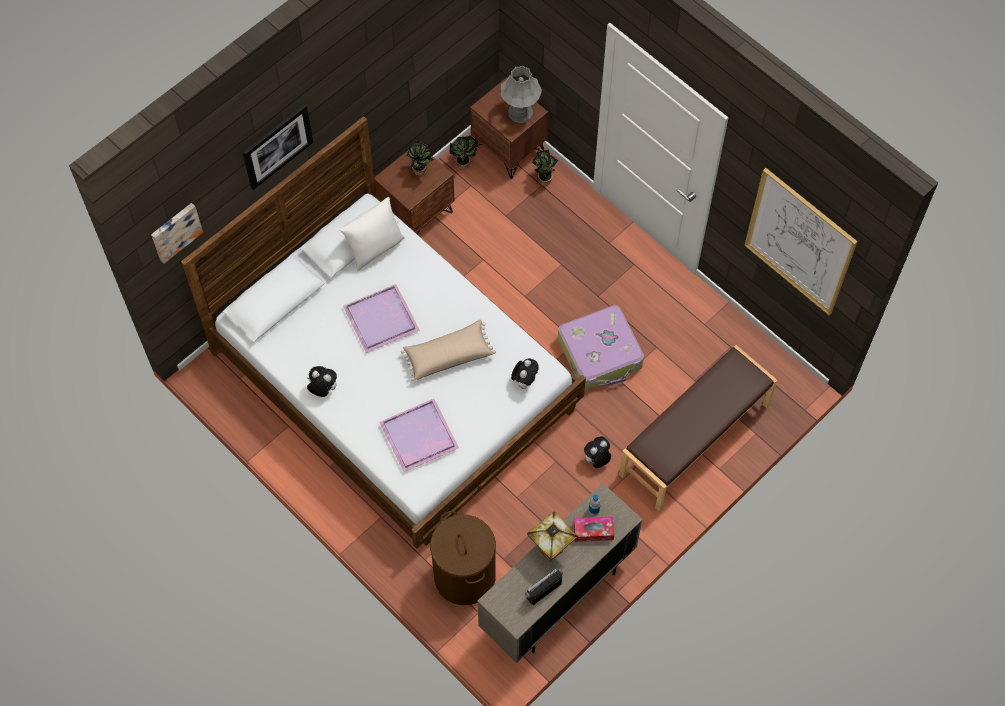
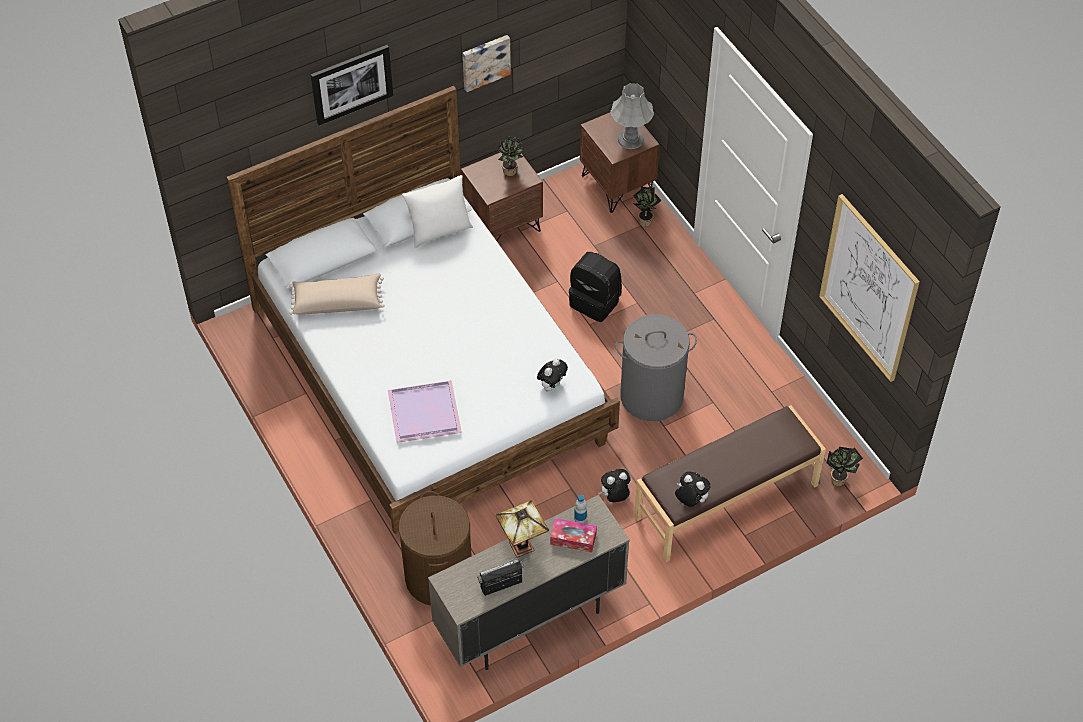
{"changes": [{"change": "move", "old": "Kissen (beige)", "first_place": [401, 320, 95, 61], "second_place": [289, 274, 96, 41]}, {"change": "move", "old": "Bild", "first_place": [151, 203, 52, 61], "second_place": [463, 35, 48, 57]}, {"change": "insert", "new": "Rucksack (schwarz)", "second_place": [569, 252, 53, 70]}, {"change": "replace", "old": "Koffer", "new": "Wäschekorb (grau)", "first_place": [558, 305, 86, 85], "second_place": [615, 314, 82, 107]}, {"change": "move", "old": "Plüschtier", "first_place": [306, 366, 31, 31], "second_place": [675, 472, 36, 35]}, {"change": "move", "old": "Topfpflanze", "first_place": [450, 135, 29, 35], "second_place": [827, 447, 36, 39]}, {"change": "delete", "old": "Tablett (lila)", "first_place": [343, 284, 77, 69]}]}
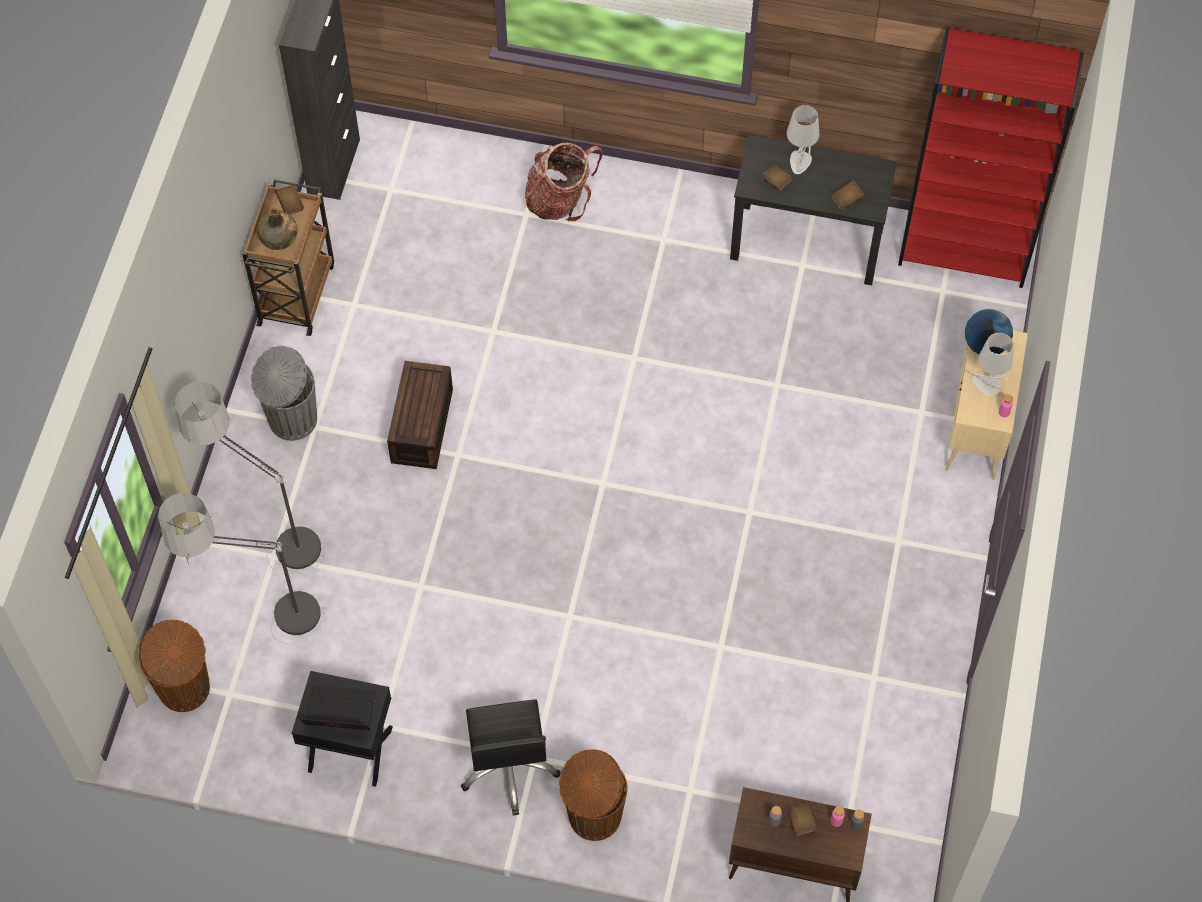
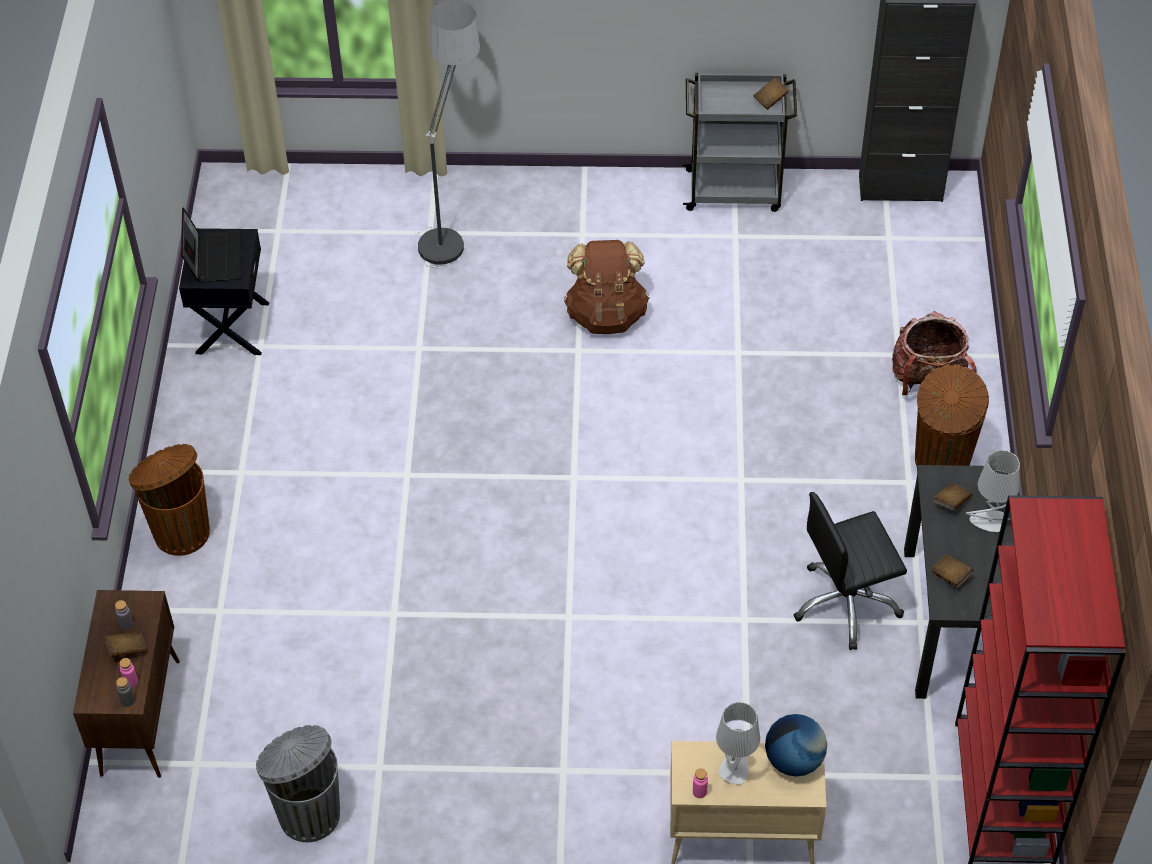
{"changes": [{"change": "move", "old": "Mülleimer (grau)", "first_place": [251, 346, 66, 95], "second_place": [256, 725, 84, 117]}, {"change": "replace", "old": "Aufbewahrungsbox (braun)", "new": "Rucksack (braun)", "first_place": [387, 361, 66, 108], "second_place": [564, 240, 85, 94]}, {"change": "recolor", "old": "Rollwagen (braun)", "new": "Rollwagen (grau)", "first_place": [242, 179, 92, 157], "second_place": [683, 73, 114, 139]}, {"change": "move", "old": "Bürostuhl (schwarz)", "first_place": [461, 699, 100, 116], "second_place": [793, 492, 114, 158]}, {"change": "move", "old": "Mülleimer (braun)", "first_place": [139, 620, 71, 92], "second_place": [915, 365, 74, 101]}, {"change": "delete", "old": "Stehlampe", "first_place": [158, 493, 167, 152]}, {"change": "delete", "old": "Flasche (grün)", "first_place": [257, 208, 41, 42]}]}
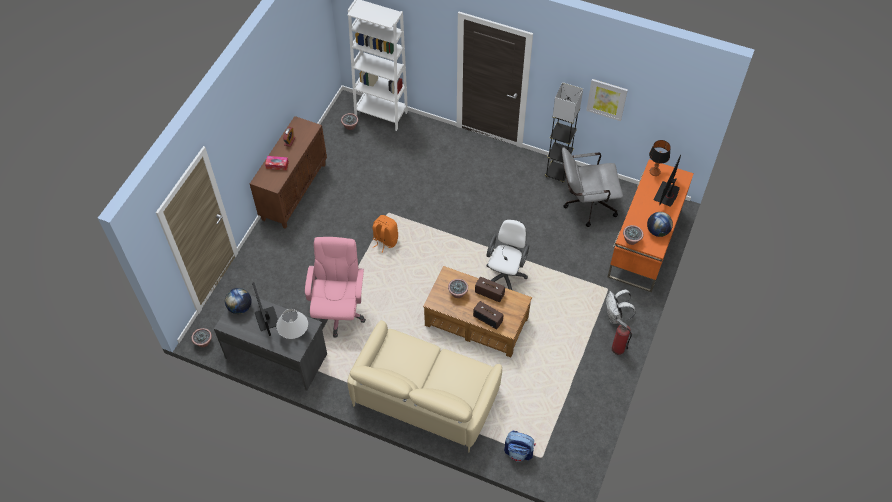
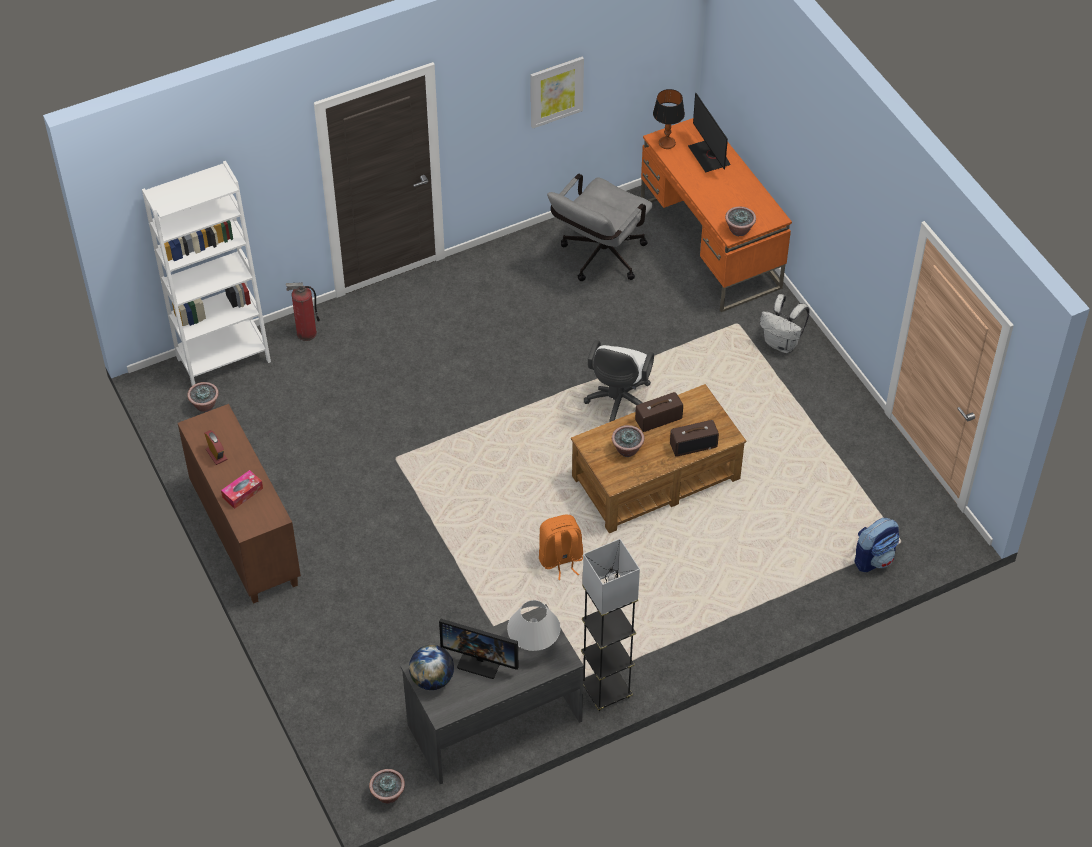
{"changes": [{"change": "move", "old": "Feuerlöscher", "first_place": [611, 318, 21, 37], "second_place": [286, 283, 34, 58]}, {"change": "move", "old": "Rucksack (orange)", "first_place": [372, 215, 26, 38], "second_place": [539, 515, 44, 65]}, {"change": "move", "old": "Stehlampe (grau)", "first_place": [545, 82, 38, 101], "second_place": [581, 539, 59, 172]}, {"change": "rotate", "old": "Bürostuhl (weiß)", "first_place": [487, 219, 42, 71], "second_place": [584, 340, 70, 82], "degrees": -135}, {"change": "delete", "old": "Bürostuhl (rosa)", "first_place": [305, 237, 61, 101]}, {"change": "delete", "old": "Sofa (beige)", "first_place": [347, 320, 155, 133]}, {"change": "delete", "old": "Globus", "first_place": [647, 212, 26, 25]}]}
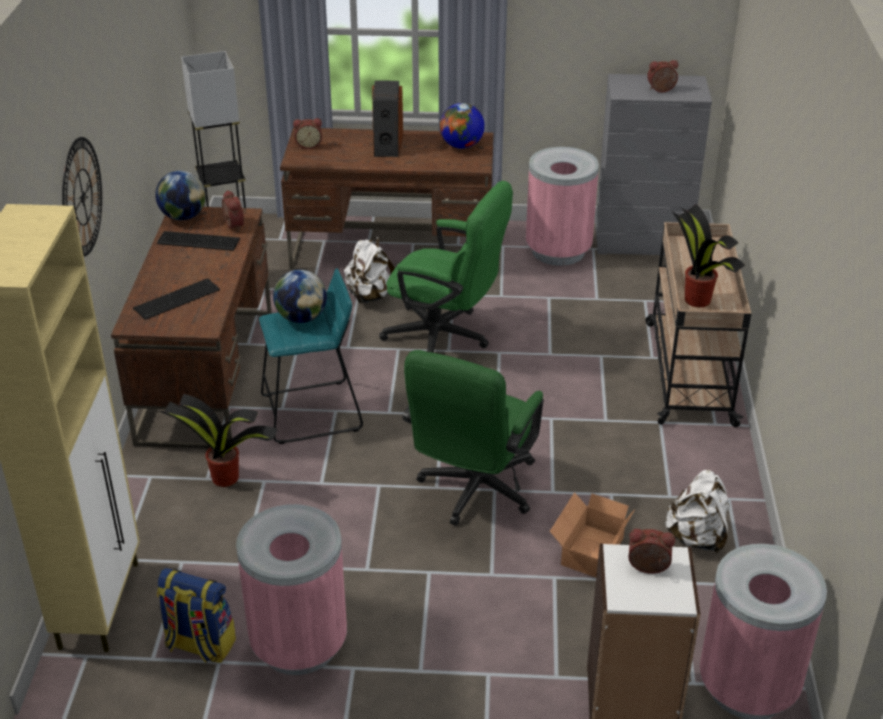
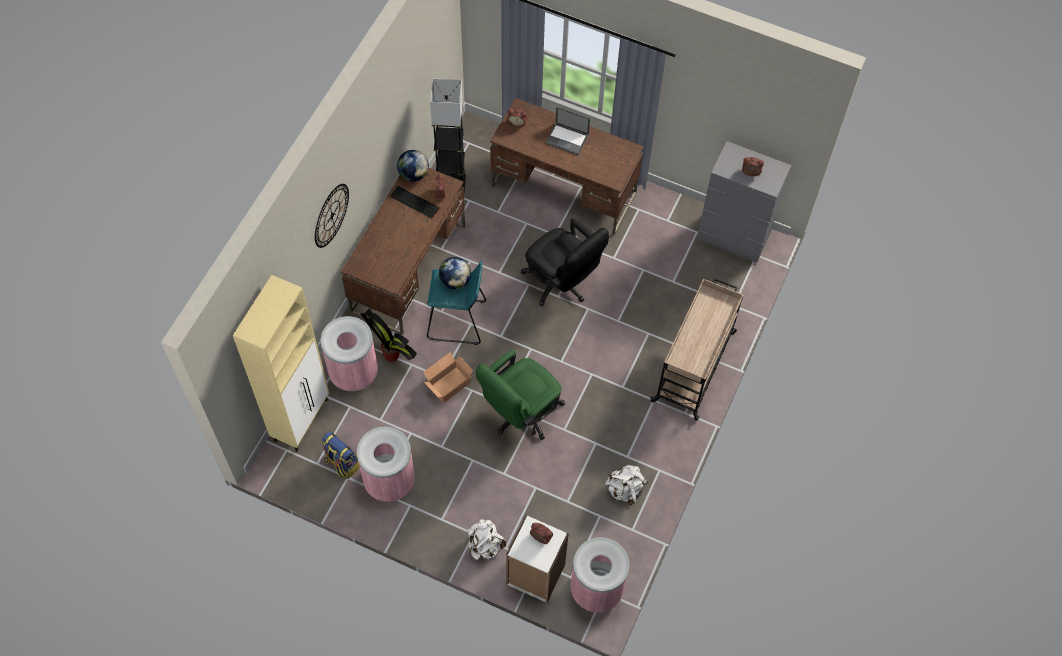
{"changes": [{"change": "move", "old": "Mülleimer (rosa)", "first_place": [526, 147, 73, 119], "second_place": [321, 316, 57, 75]}, {"change": "move", "old": "Karton", "first_place": [550, 492, 84, 85], "second_place": [423, 352, 50, 51]}, {"change": "move", "old": "Rucksack (weiß)", "first_place": [344, 237, 51, 66], "second_place": [468, 519, 38, 41]}, {"change": "recolor", "old": "Bürostuhl (grün)", "new": "Bürostuhl (schwarz)", "first_place": [379, 181, 134, 172], "second_place": [521, 218, 88, 88]}, {"change": "replace", "old": "Lautsprecher", "new": "Laptop", "first_place": [372, 80, 31, 77], "second_place": [545, 107, 45, 48]}, {"change": "delete", "old": "Tastatur", "first_place": [133, 279, 87, 41]}, {"change": "delete", "old": "Globus", "first_place": [439, 103, 46, 46]}, {"change": "delete", "old": "Topfpflanze", "first_place": [672, 204, 73, 103]}]}
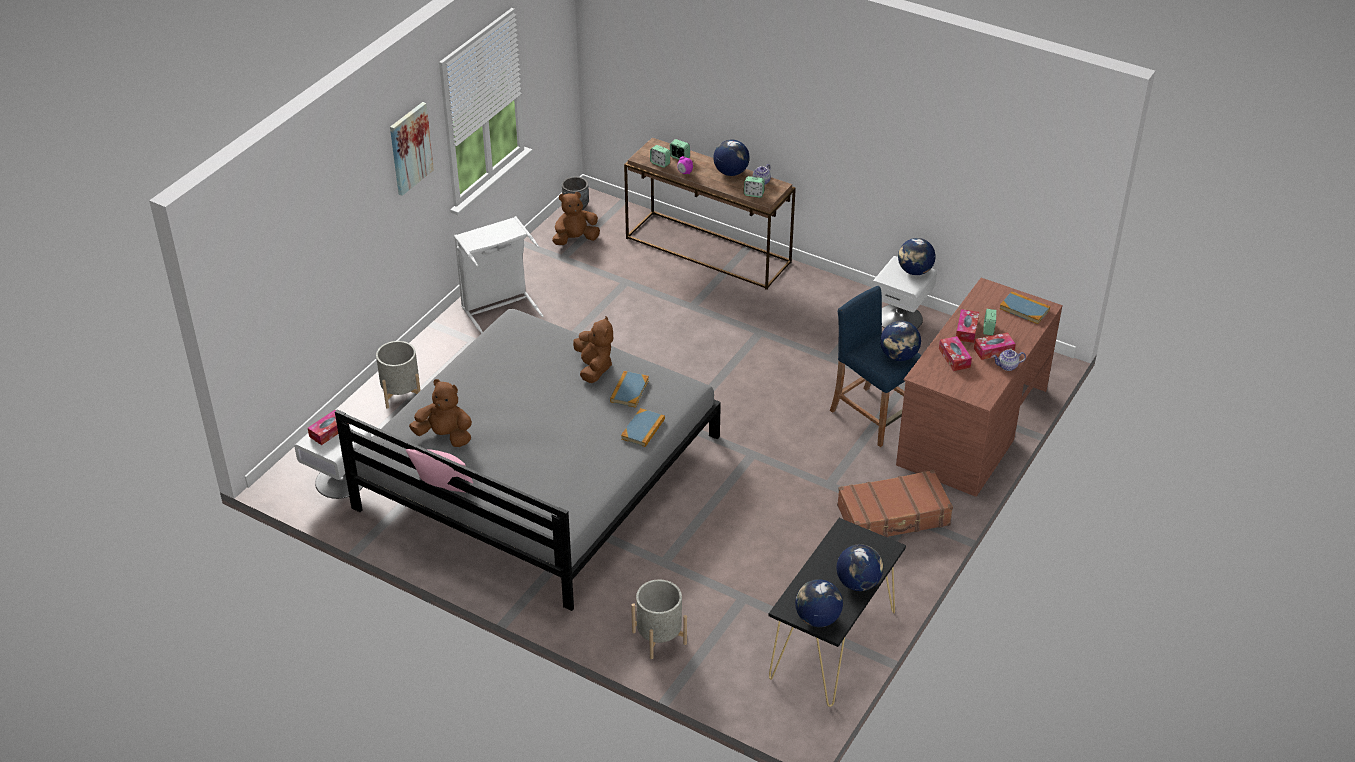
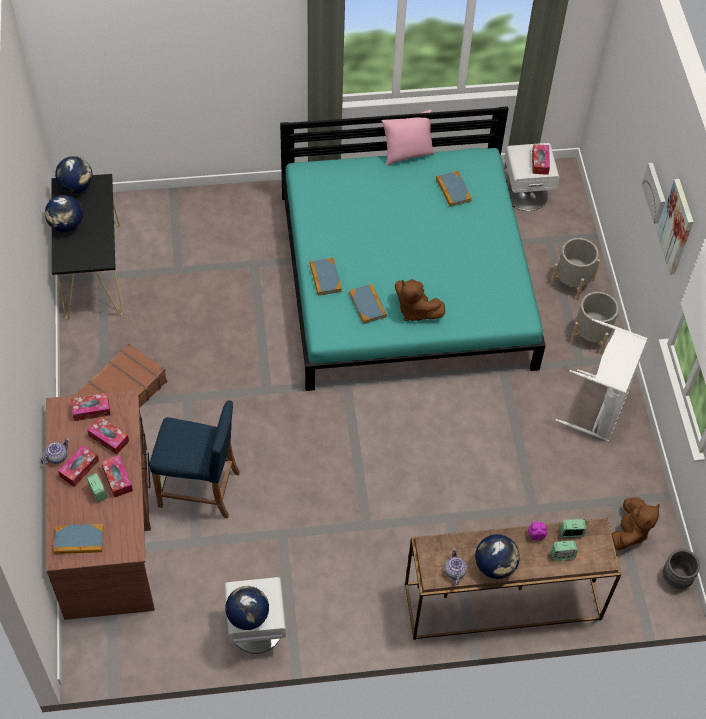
{"changes": [{"change": "insert", "new": "Taschentuchbox", "second_place": [71, 393, 39, 28]}, {"change": "recolor", "old": "Bett (grau)", "new": "Bett (türkis)", "first_place": [335, 309, 386, 302], "second_place": [280, 106, 266, 285]}, {"change": "replace", "old": "Plüschtier (braun)", "new": "Buch", "first_place": [409, 379, 63, 68], "second_place": [436, 171, 36, 36]}, {"change": "move", "old": "Pflanzkübel (grau)", "first_place": [631, 579, 56, 80], "second_place": [570, 292, 49, 62]}, {"change": "insert", "new": "Bild", "second_place": [642, 163, 24, 61]}, {"change": "delete", "old": "Wecker", "first_place": [744, 176, 21, 22]}, {"change": "delete", "old": "Globus", "first_place": [880, 321, 41, 40]}]}
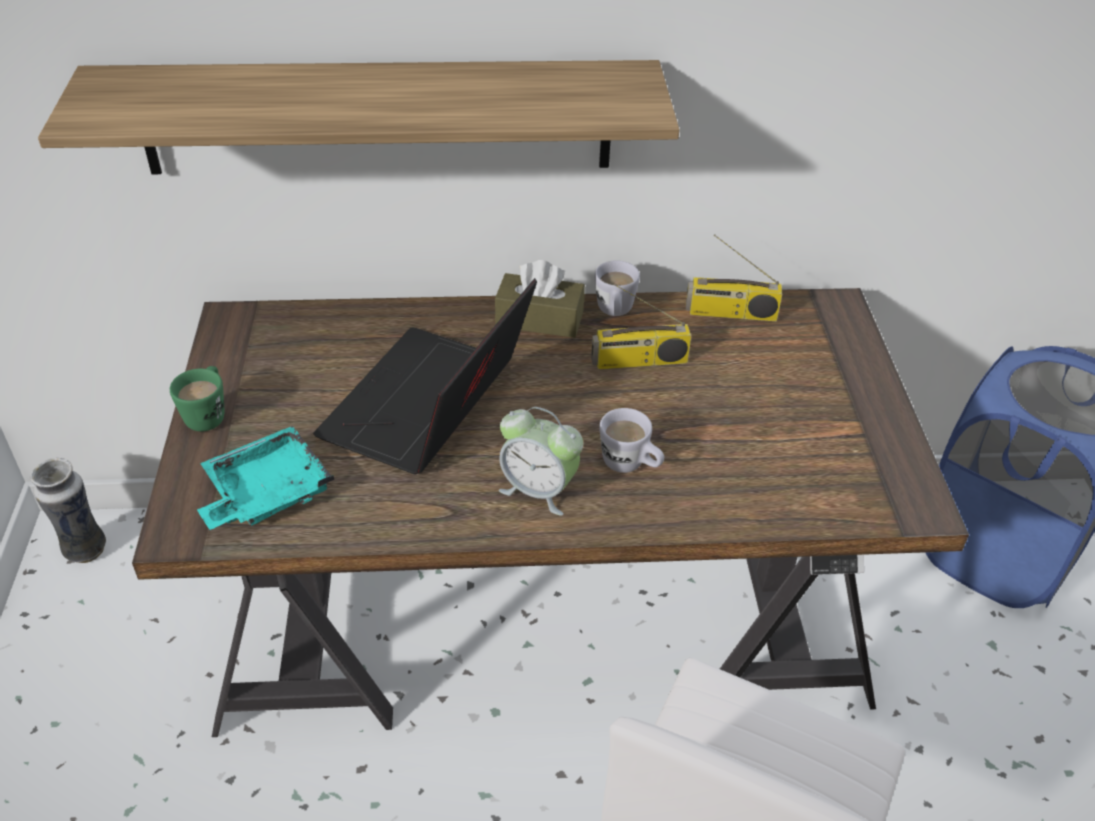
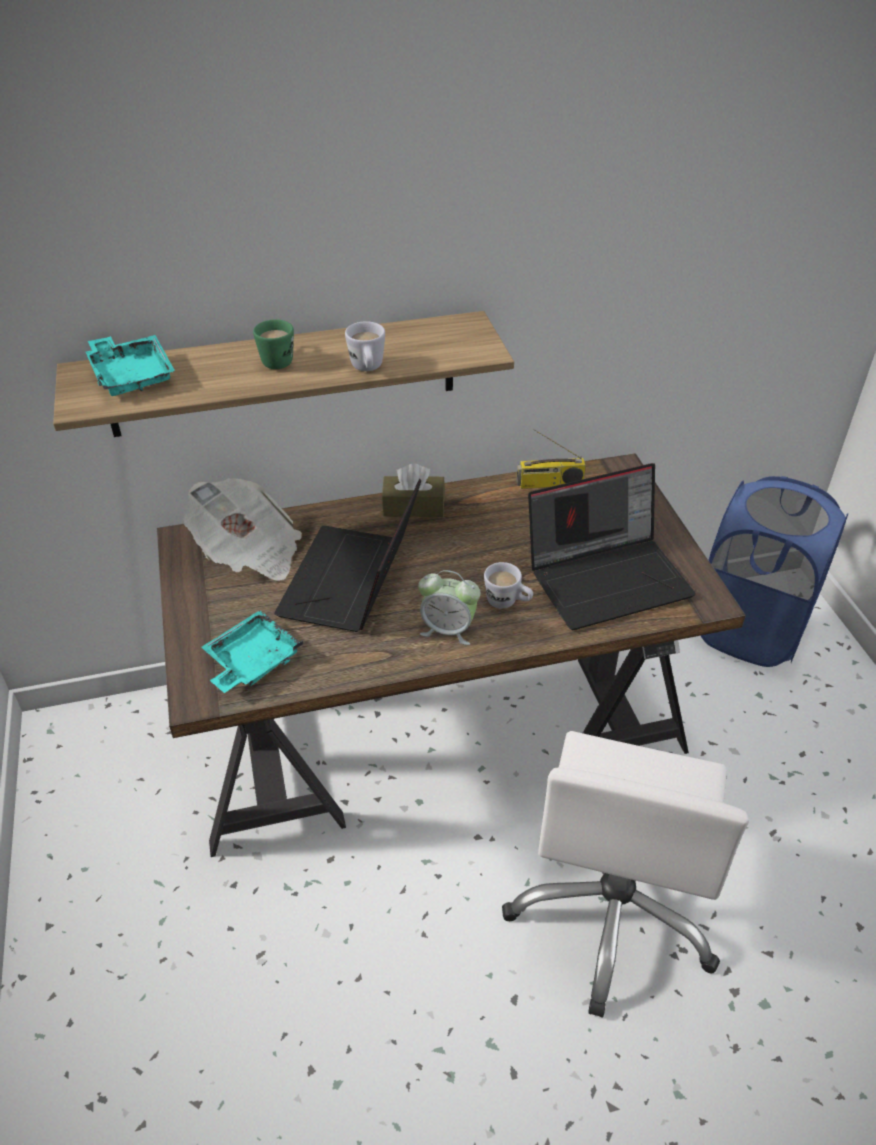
{"changes": [{"change": "insert", "new": "Tablett (türkis)", "second_place": [86, 335, 89, 61]}, {"change": "insert", "new": "Zeitung", "second_place": [183, 478, 119, 103]}, {"change": "move", "old": "Henkelbecher (grün)", "first_place": [170, 366, 54, 65], "second_place": [253, 320, 41, 49]}, {"change": "move", "old": "Henkelbecher (weiß)", "first_place": [595, 260, 45, 56], "second_place": [345, 321, 40, 50]}, {"change": "insert", "new": "Laptop", "second_place": [528, 463, 168, 167]}, {"change": "delete", "old": "Vase", "first_place": [31, 458, 75, 105]}, {"change": "delete", "old": "Radio", "first_place": [591, 284, 100, 86]}]}
